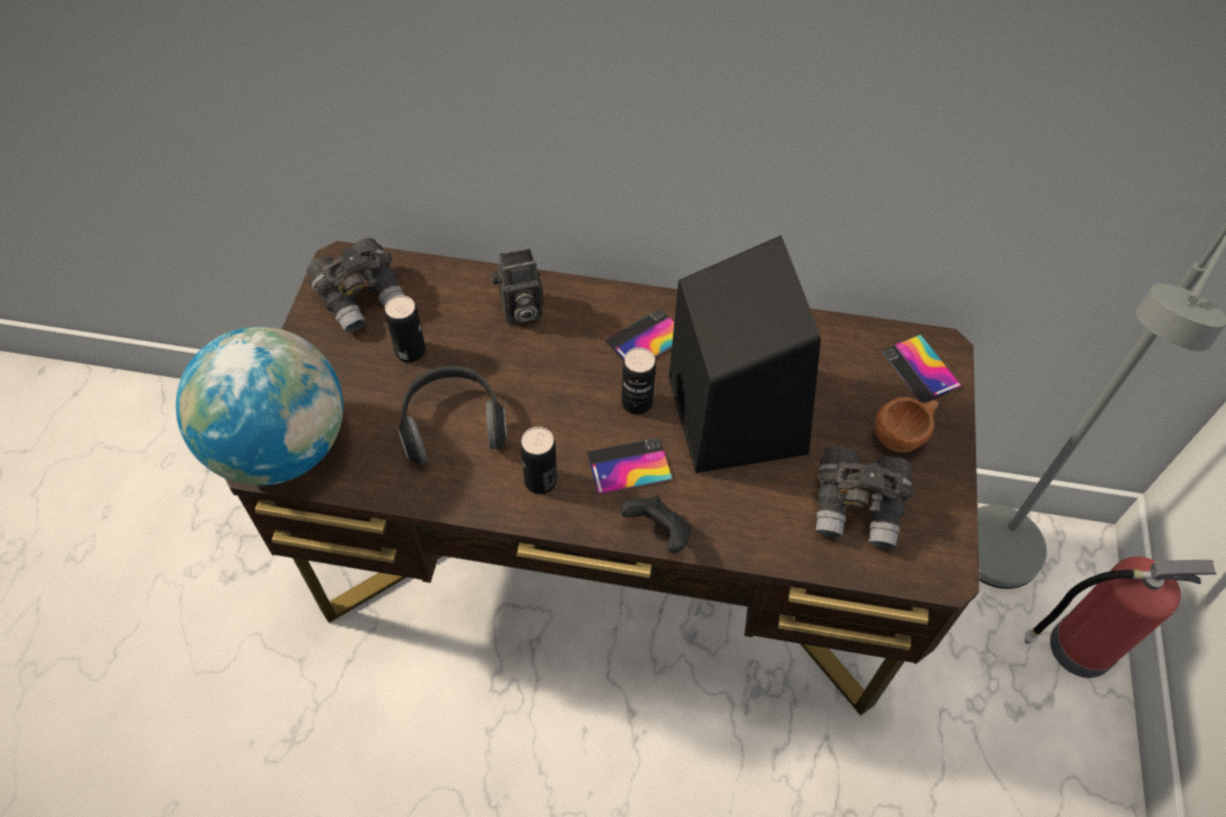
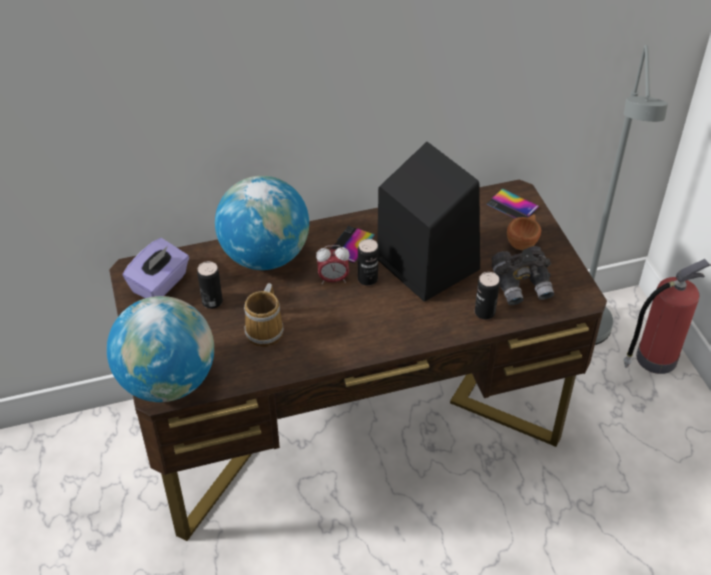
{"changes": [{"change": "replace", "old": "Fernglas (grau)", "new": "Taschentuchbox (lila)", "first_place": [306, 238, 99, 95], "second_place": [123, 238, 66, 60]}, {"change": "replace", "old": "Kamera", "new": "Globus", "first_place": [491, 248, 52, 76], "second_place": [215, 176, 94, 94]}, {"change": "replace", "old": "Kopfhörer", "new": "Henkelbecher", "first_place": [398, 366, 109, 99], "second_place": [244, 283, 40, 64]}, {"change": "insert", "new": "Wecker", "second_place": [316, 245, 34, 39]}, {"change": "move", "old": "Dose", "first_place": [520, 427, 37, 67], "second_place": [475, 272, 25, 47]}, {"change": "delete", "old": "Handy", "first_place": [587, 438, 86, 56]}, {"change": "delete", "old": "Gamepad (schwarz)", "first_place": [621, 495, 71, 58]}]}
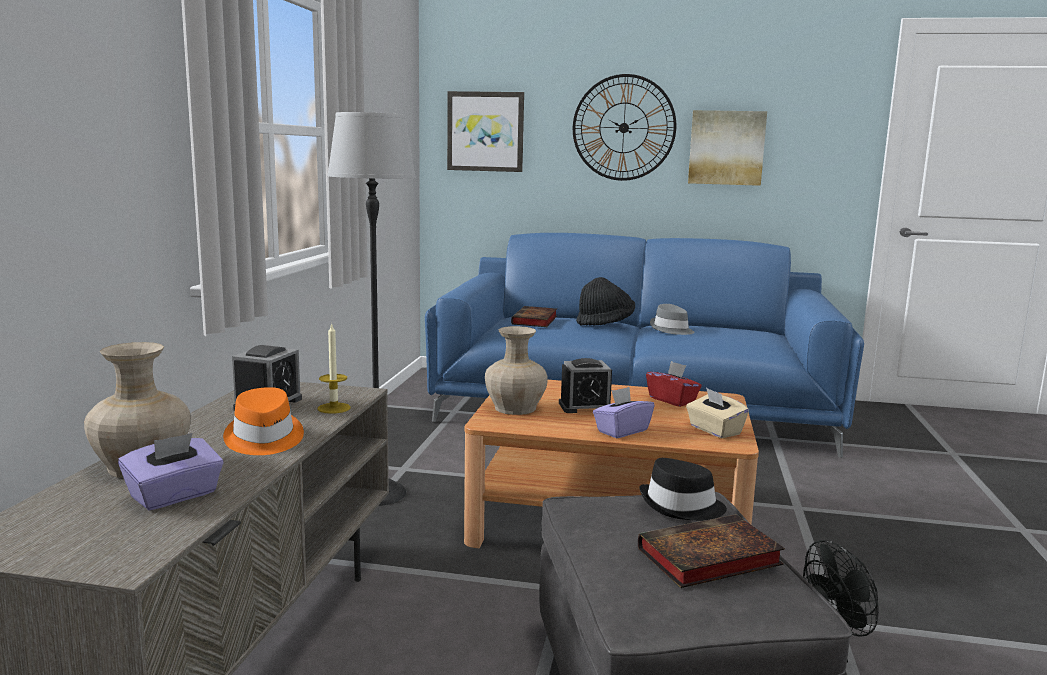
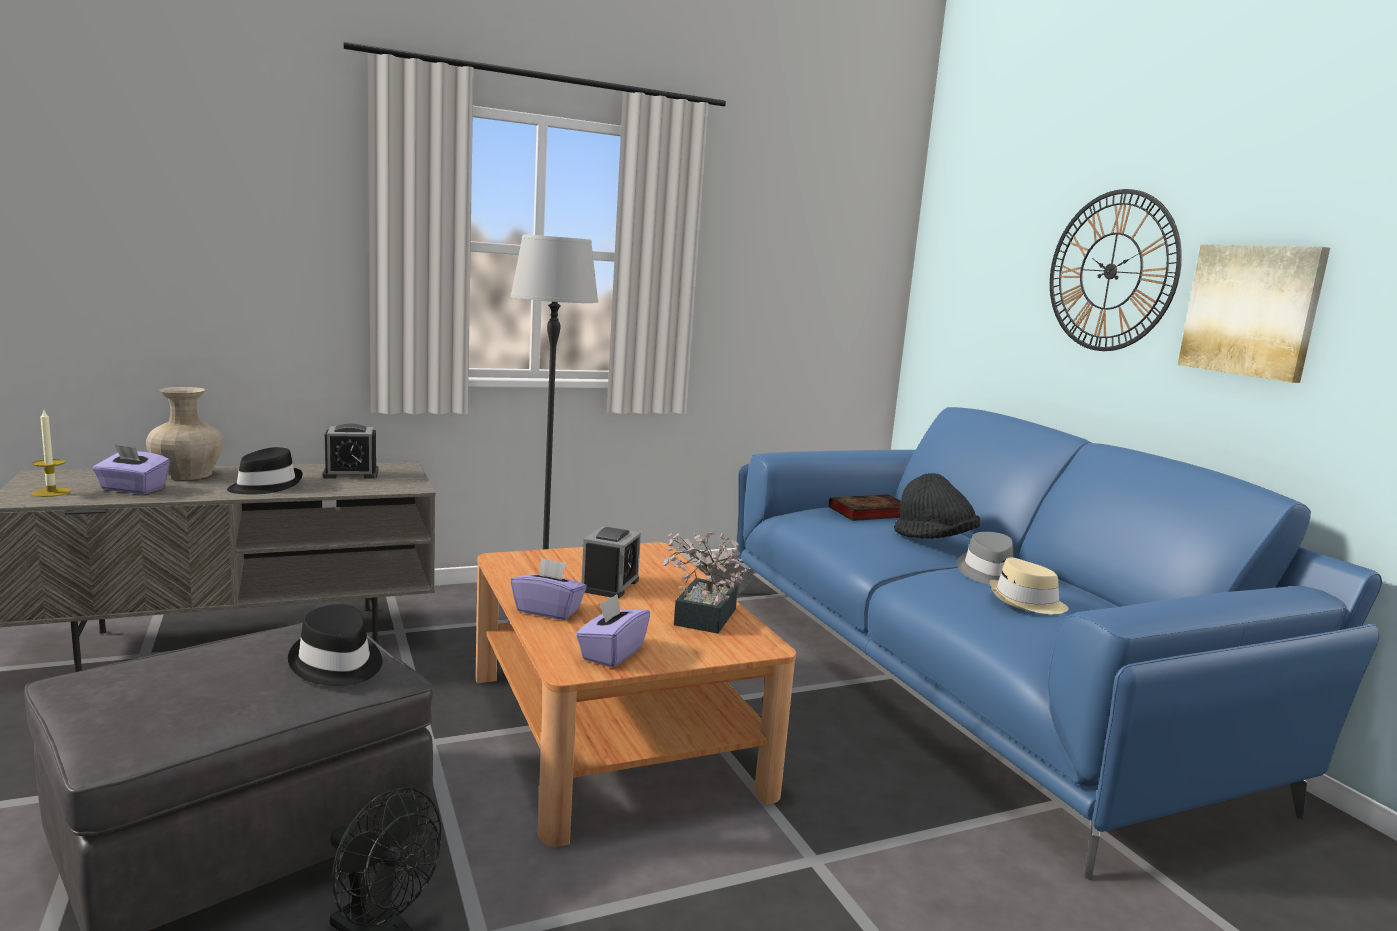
{"changes": [{"change": "move", "old": "Kerze", "first_place": [318, 323, 33, 91], "second_place": [32, 410, 39, 87]}, {"change": "recolor", "old": "Hut (orange)", "new": "Hut (schwarz)", "first_place": [223, 387, 81, 68], "second_place": [227, 447, 76, 47]}, {"change": "recolor", "old": "Taschentuchbox (beige)", "new": "Taschentuchbox (lila)", "first_place": [686, 388, 63, 50], "second_place": [576, 594, 74, 74]}, {"change": "rotate", "old": "Wecker", "first_place": [559, 358, 53, 55], "second_place": [582, 526, 59, 72], "degrees": -120}, {"change": "replace", "old": "Taschentuchbox (rot)", "new": "Topfpflanze", "first_place": [646, 361, 56, 46], "second_place": [662, 532, 85, 102]}, {"change": "insert", "new": "Hut (beige)", "second_place": [990, 557, 79, 57]}, {"change": "delete", "old": "Bild", "first_place": [447, 91, 77, 81]}, {"change": "delete", "old": "Vase (beige)", "first_place": [485, 326, 63, 89]}, {"change": "delete", "old": "Buch", "first_place": [638, 514, 147, 74]}]}
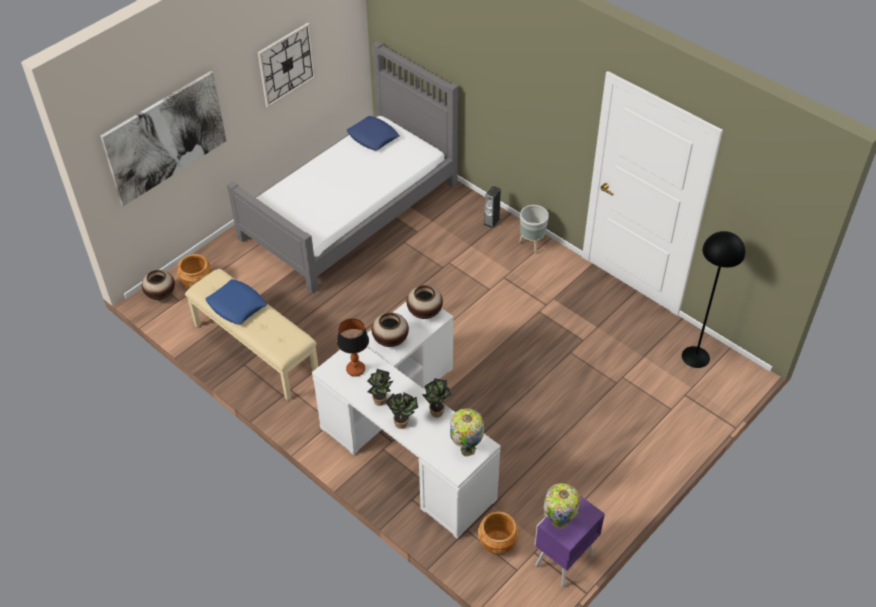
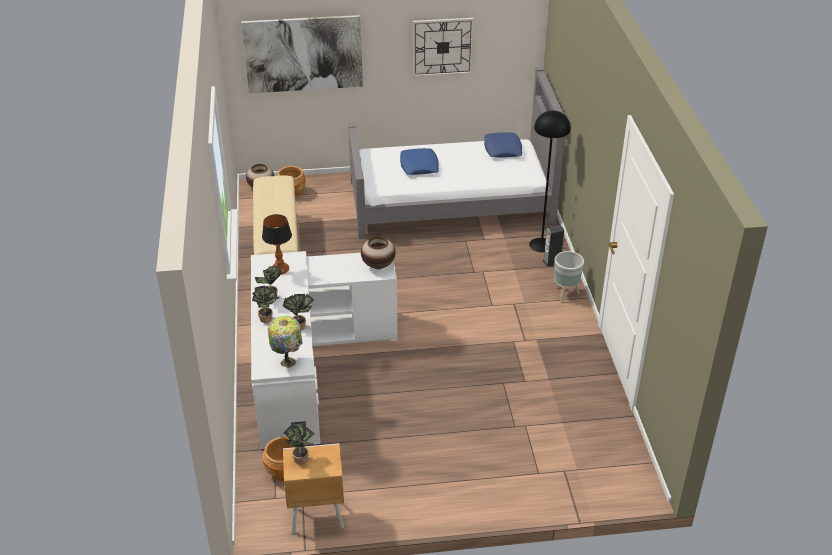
{"changes": [{"change": "replace", "old": "Tischlampe", "new": "Topfpflanze", "first_place": [544, 483, 37, 46], "second_place": [283, 421, 31, 43]}, {"change": "recolor", "old": "Nachttisch (lila)", "new": "Nachttisch (braun)", "first_place": [534, 496, 71, 91], "second_place": [283, 443, 61, 91]}, {"change": "move", "old": "Kissen (blau)", "first_place": [205, 279, 62, 46], "second_place": [400, 148, 39, 27]}, {"change": "move", "old": "Stehlampe (schwarz)", "first_place": [682, 231, 63, 137], "second_place": [529, 110, 42, 143]}, {"change": "delete", "old": "Vase", "first_place": [372, 312, 37, 35]}]}
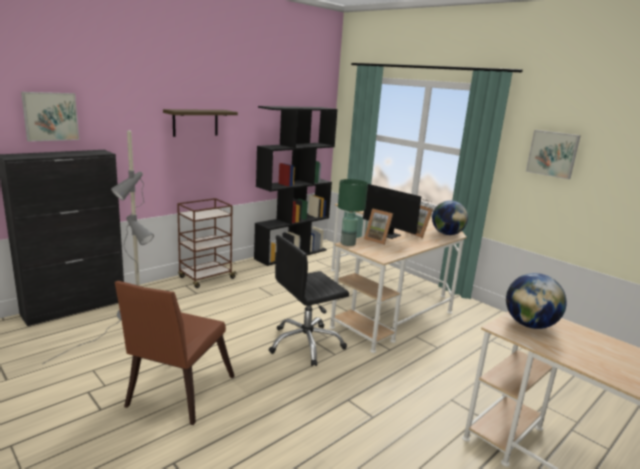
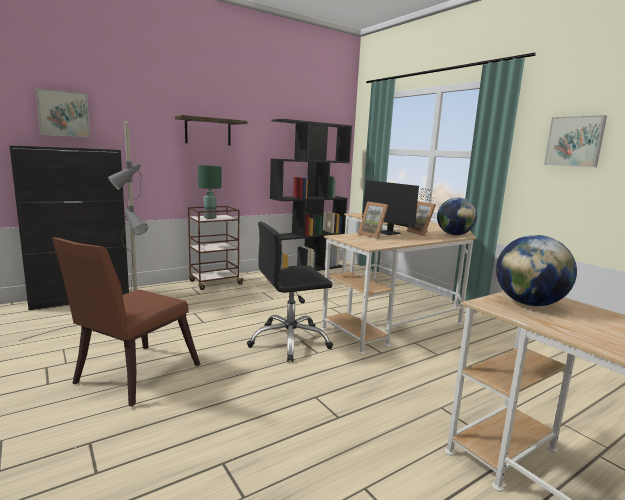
{"changes": [{"change": "move", "old": "Tischlampe (grün)", "first_place": [338, 179, 30, 67], "second_place": [198, 166, 23, 53]}]}
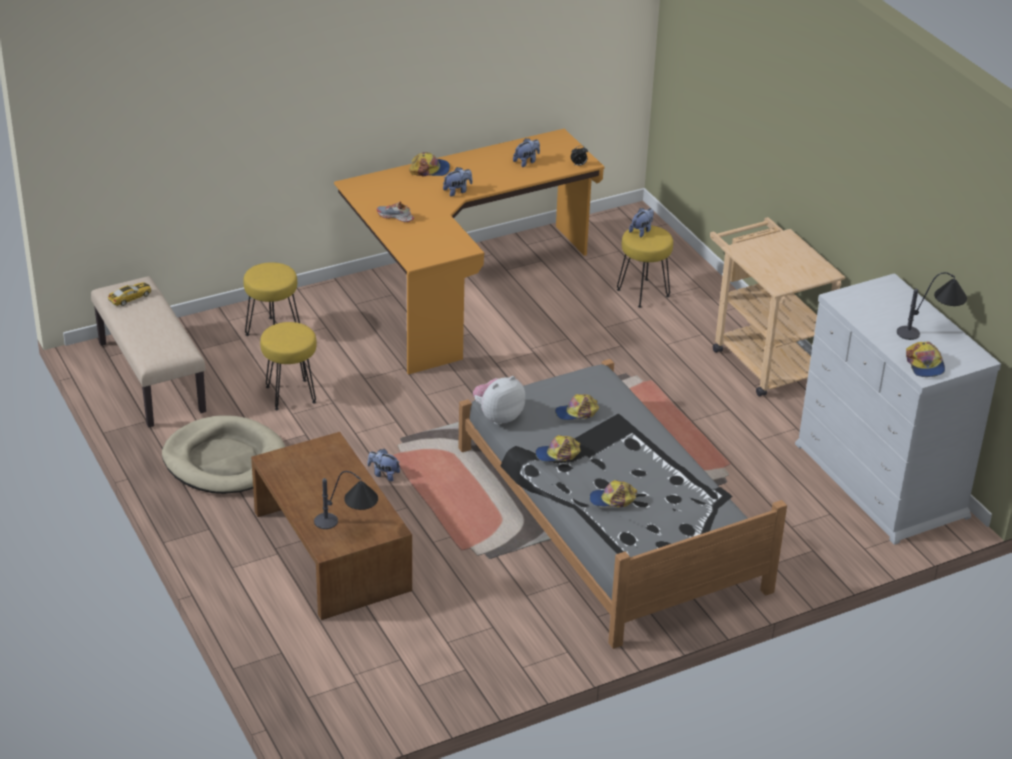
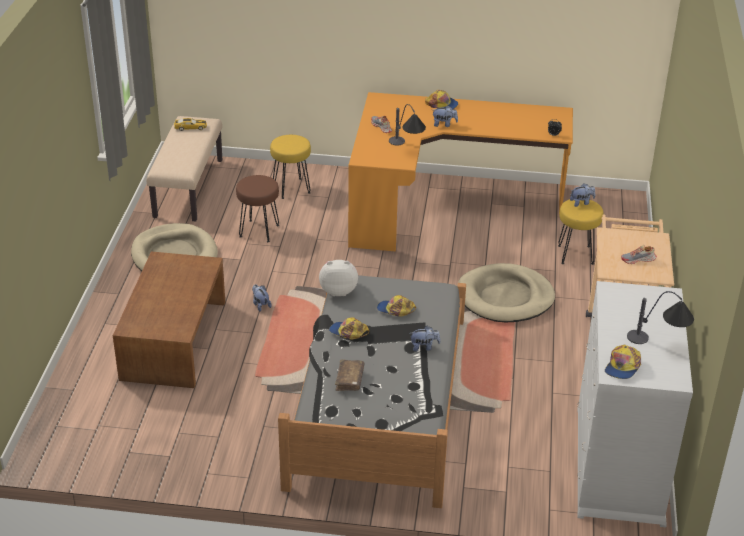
{"changes": [{"change": "recolor", "old": "Hocker (gelb)", "new": "Hocker (braun)", "first_place": [260, 322, 57, 88], "second_place": [236, 175, 43, 67]}, {"change": "replace", "old": "Kappe", "new": "Buch (braun)", "first_place": [589, 480, 48, 27], "second_place": [335, 360, 30, 31]}, {"change": "move", "old": "Tischlampe", "first_place": [314, 471, 64, 58], "second_place": [389, 104, 37, 42]}, {"change": "move", "old": "Plüschtier", "first_place": [513, 138, 27, 29], "second_place": [410, 326, 30, 26]}, {"change": "insert", "new": "Hundebett (beige)", "second_place": [457, 263, 98, 59]}, {"change": "insert", "new": "Schuh", "second_place": [621, 245, 36, 19]}]}
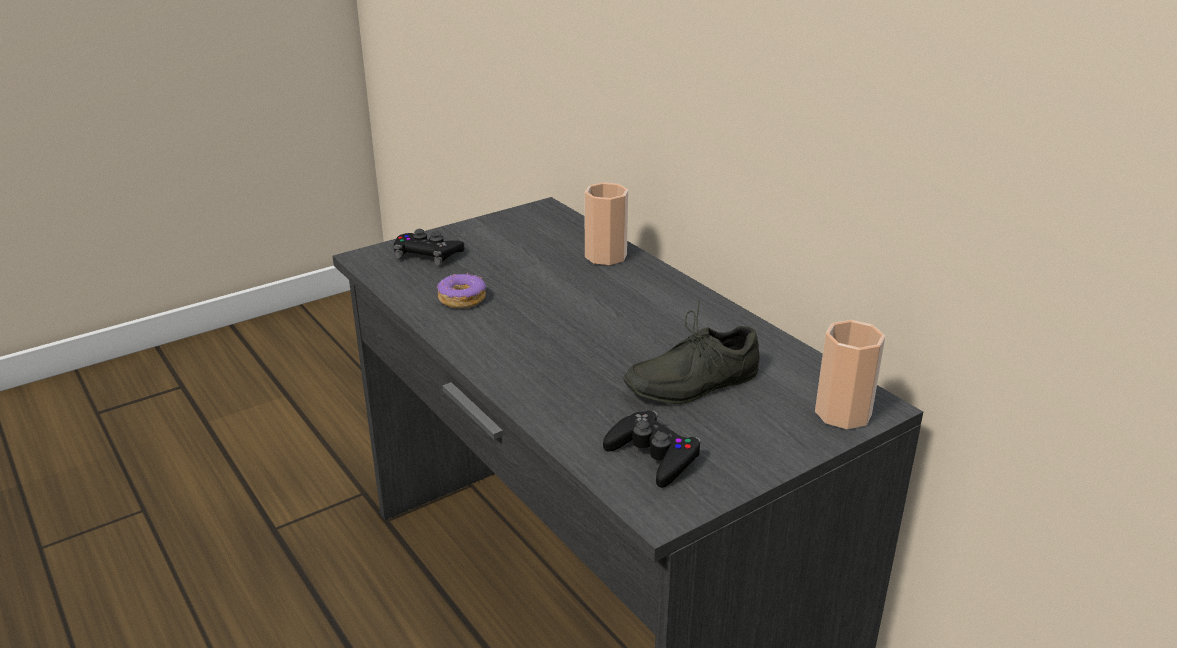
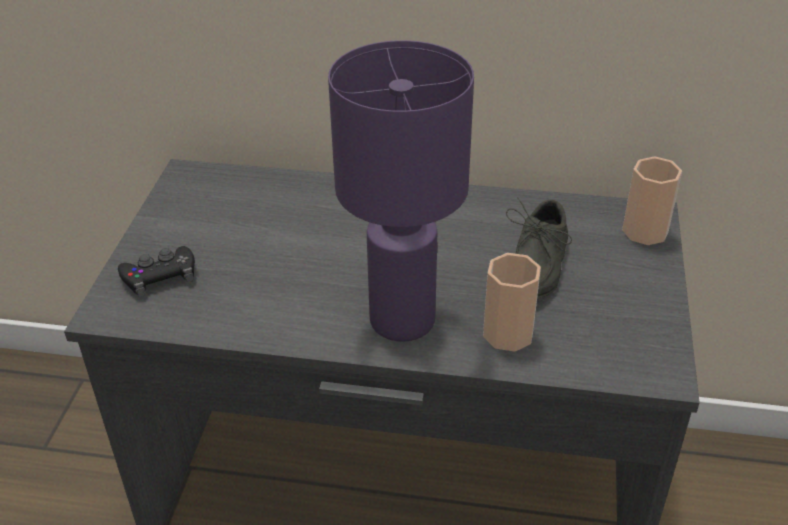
{"changes": [{"change": "insert", "new": "Tischlampe (lila)", "second_place": [328, 40, 146, 302]}, {"change": "move", "old": "Tasse", "first_place": [585, 182, 43, 83], "second_place": [483, 253, 58, 99]}, {"change": "delete", "old": "Donut", "first_place": [437, 272, 49, 36]}, {"change": "delete", "old": "Gamepad (schwarz)", "first_place": [603, 411, 98, 77]}]}
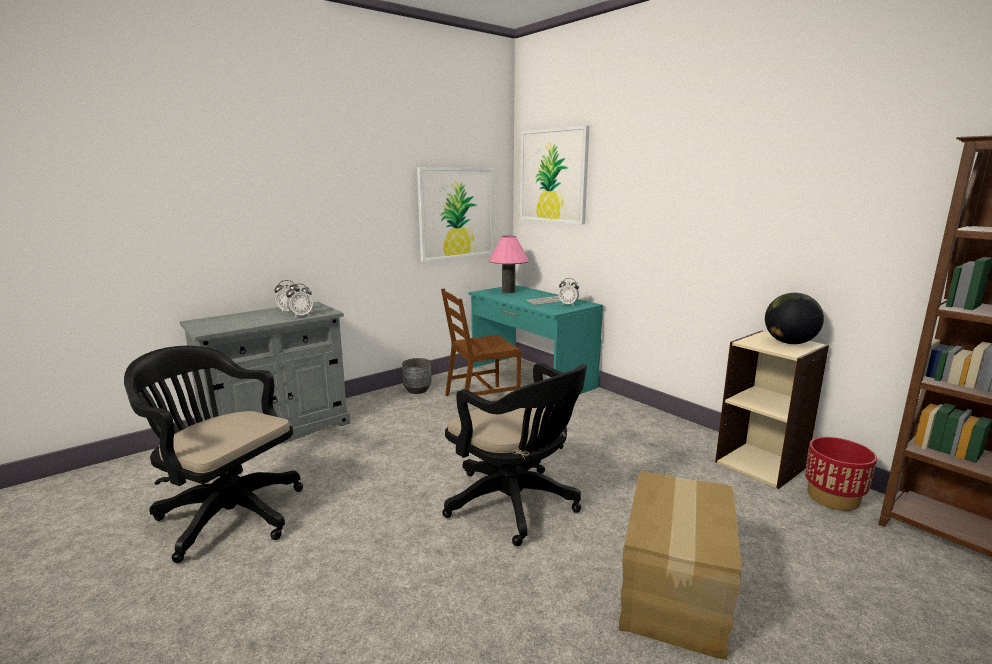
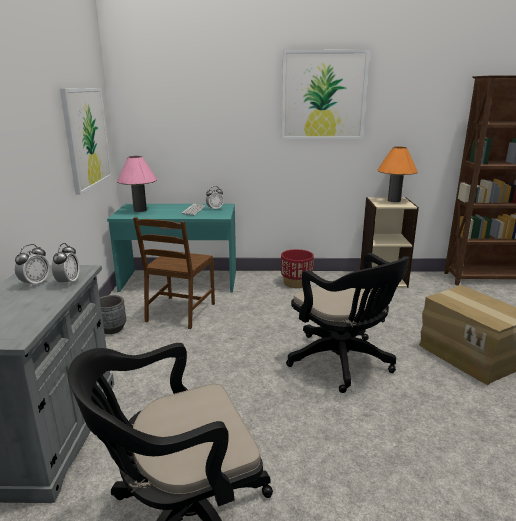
{"changes": [{"change": "move", "old": "Pflanzkübel (rot)", "first_place": [805, 437, 72, 74], "second_place": [281, 249, 33, 39]}, {"change": "move", "old": "Bild", "first_place": [520, 125, 69, 99], "second_place": [282, 50, 88, 89]}, {"change": "rotate", "old": "Bürostuhl (schwarz)", "first_place": [442, 363, 145, 183], "second_place": [286, 253, 123, 140], "degrees": 60}, {"change": "replace", "old": "Globus", "new": "Tischlampe (orange)", "first_place": [765, 293, 59, 51], "second_place": [378, 147, 40, 55]}]}
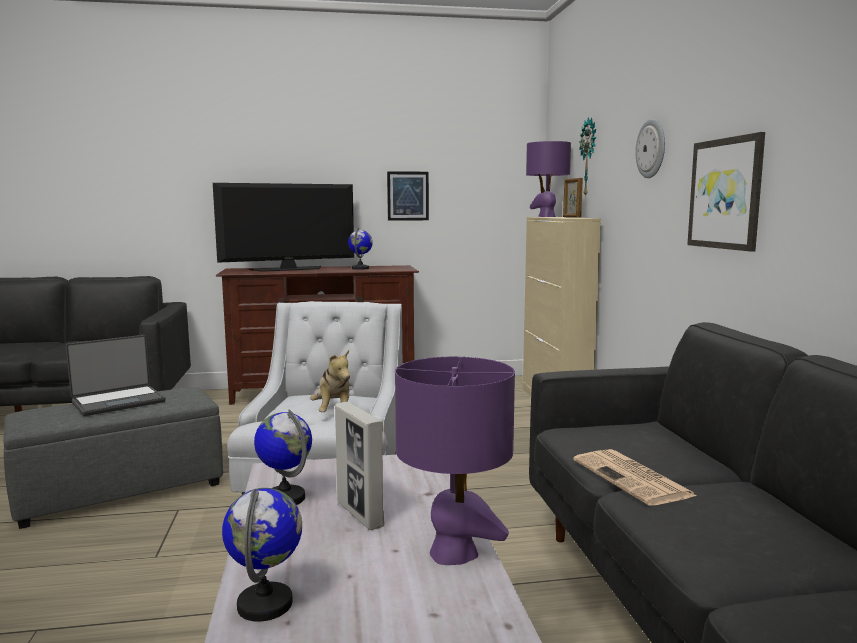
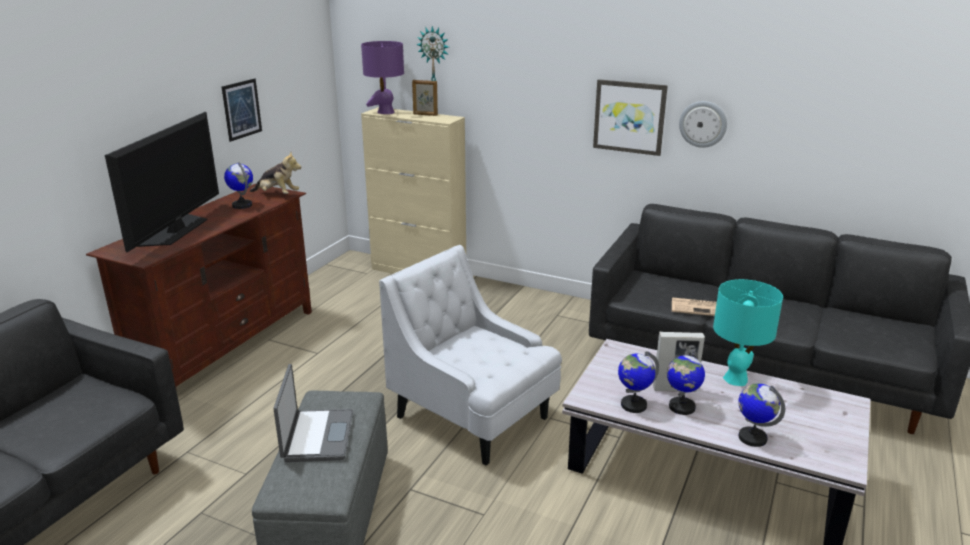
{"changes": [{"change": "move", "old": "Plüschtier", "first_place": [310, 350, 40, 62], "second_place": [250, 152, 51, 42]}, {"change": "insert", "new": "Globus", "second_place": [667, 351, 38, 64]}, {"change": "move", "old": "Wanduhr", "first_place": [635, 119, 30, 59], "second_place": [679, 101, 48, 47]}, {"change": "recolor", "old": "Tischlampe (lila)", "new": "Tischlampe (türkis)", "first_place": [395, 357, 120, 208], "second_place": [713, 279, 70, 107]}]}
